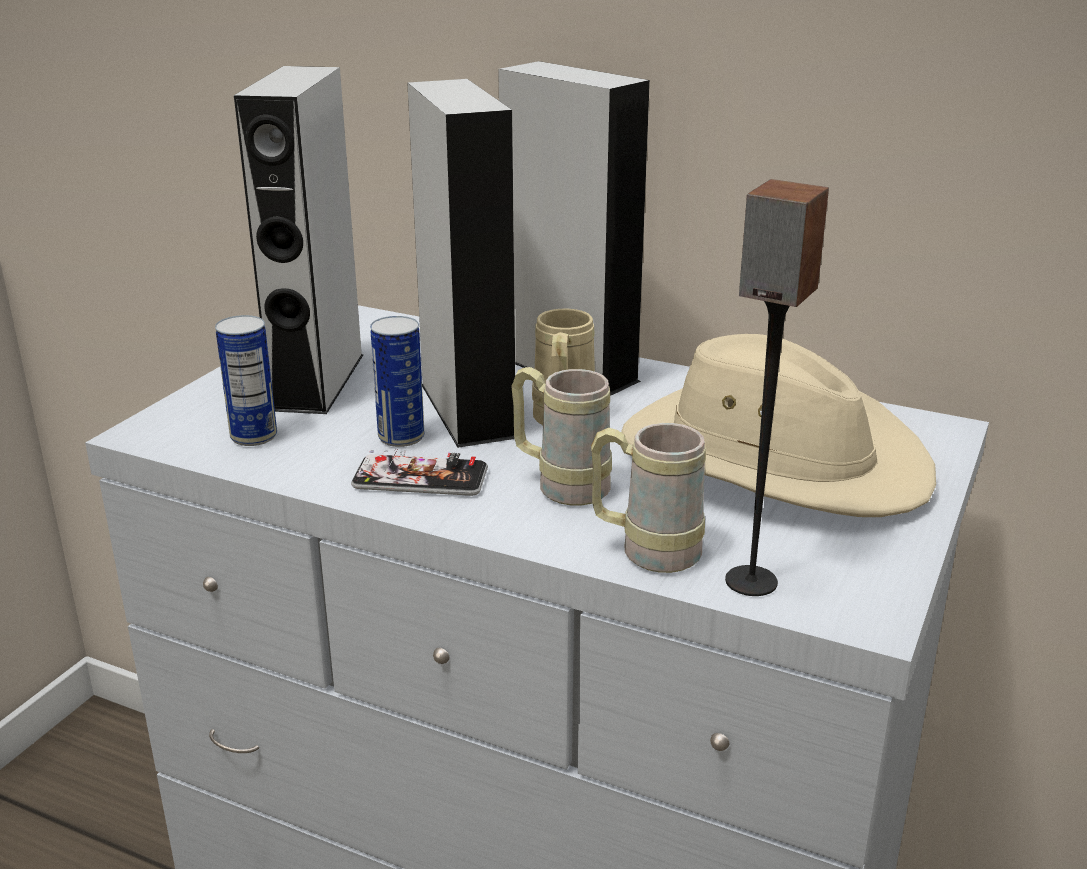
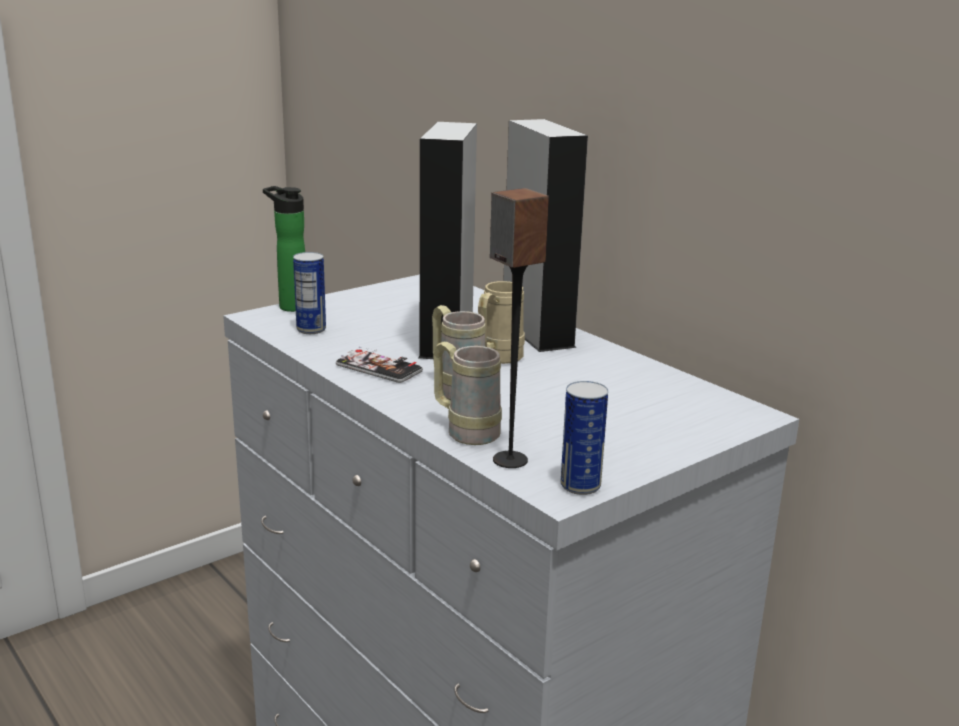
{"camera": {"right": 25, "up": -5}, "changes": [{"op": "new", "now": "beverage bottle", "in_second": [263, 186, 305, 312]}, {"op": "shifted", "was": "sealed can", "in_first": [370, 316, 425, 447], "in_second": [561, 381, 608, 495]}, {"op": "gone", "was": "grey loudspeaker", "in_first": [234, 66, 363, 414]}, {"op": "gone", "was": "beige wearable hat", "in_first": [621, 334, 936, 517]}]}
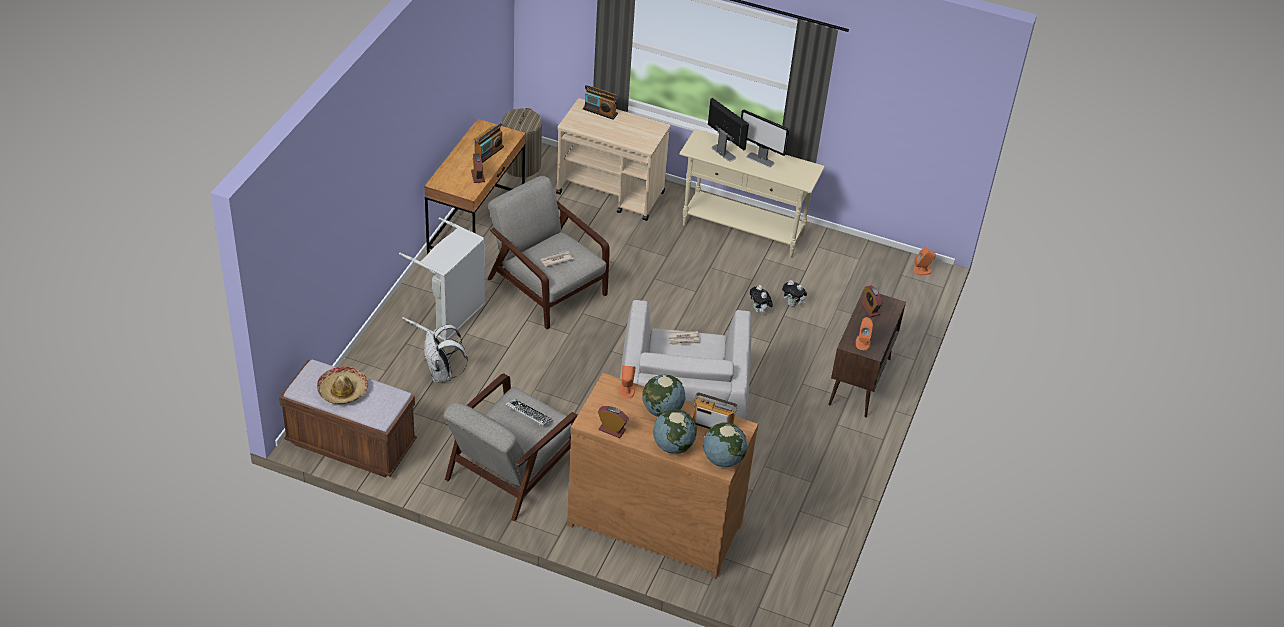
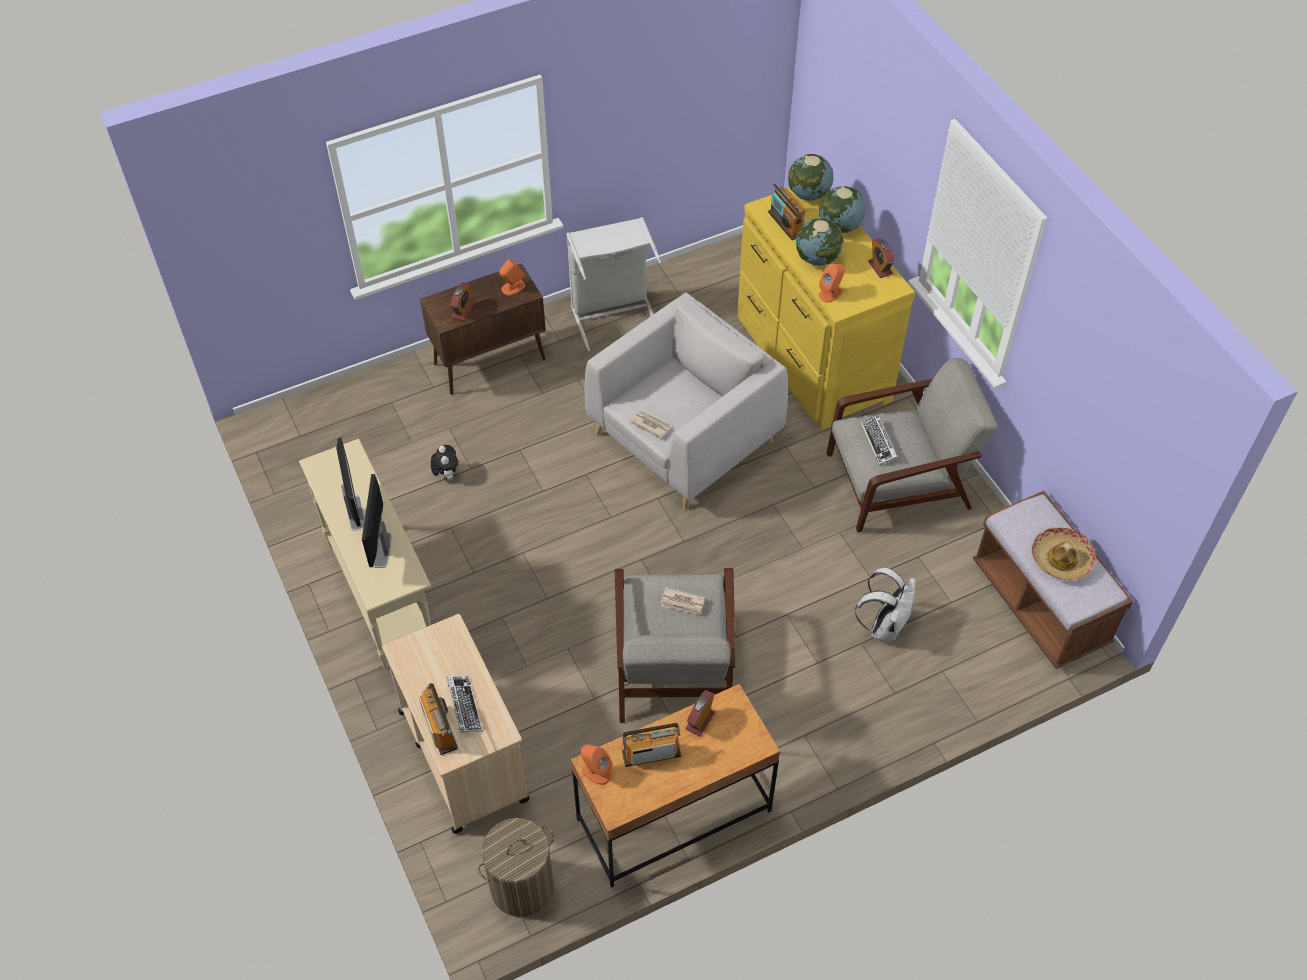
{"camera": {"right": -135, "up": 10}, "changes": [{"op": "new", "now": "computer keyboard", "in_second": [447, 675, 483, 733]}, {"op": "shifted", "was": "grey hamper", "in_first": [399, 217, 485, 340], "in_second": [566, 217, 661, 351]}, {"op": "shifted", "was": "orangey loudspeaker", "in_first": [913, 248, 936, 275], "in_second": [581, 745, 612, 785]}, {"op": "repainted", "was": "brown-coloured dresser", "now": "yellowish dresser", "in_first": [567, 373, 758, 578], "in_second": [737, 188, 915, 430]}, {"op": "gone", "was": "cuddly toy", "in_first": [750, 285, 773, 313]}]}
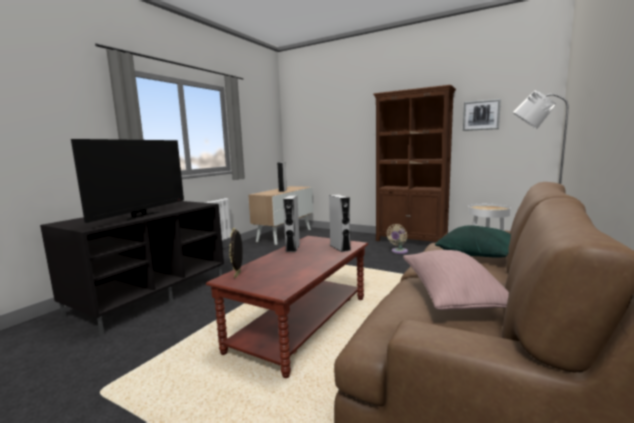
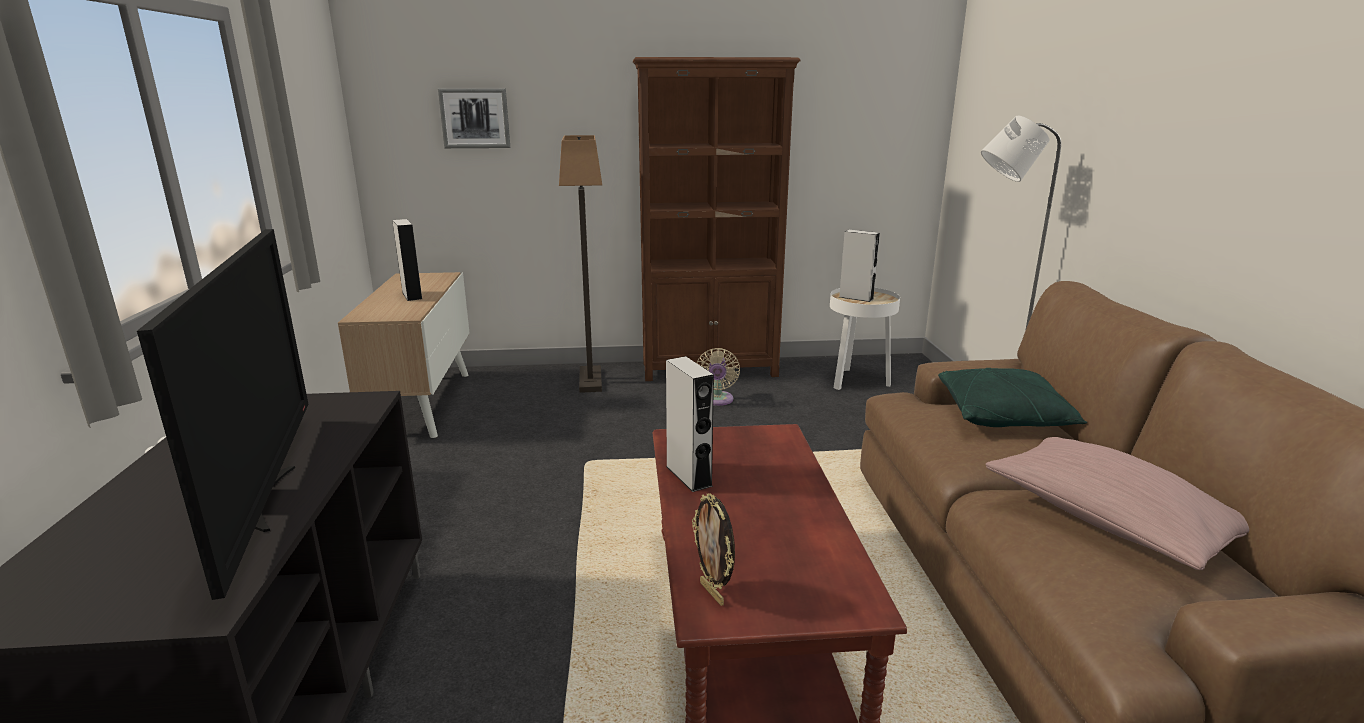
{"camera": {"right": -35, "up": 10}, "changes": [{"op": "shifted", "was": "wall picture", "in_first": [463, 99, 501, 131], "in_second": [438, 88, 510, 148]}, {"op": "new", "now": "standard lamp", "in_second": [559, 135, 602, 393]}, {"op": "shifted", "was": "grey loudspeaker", "in_first": [329, 194, 351, 252], "in_second": [839, 230, 880, 302]}]}
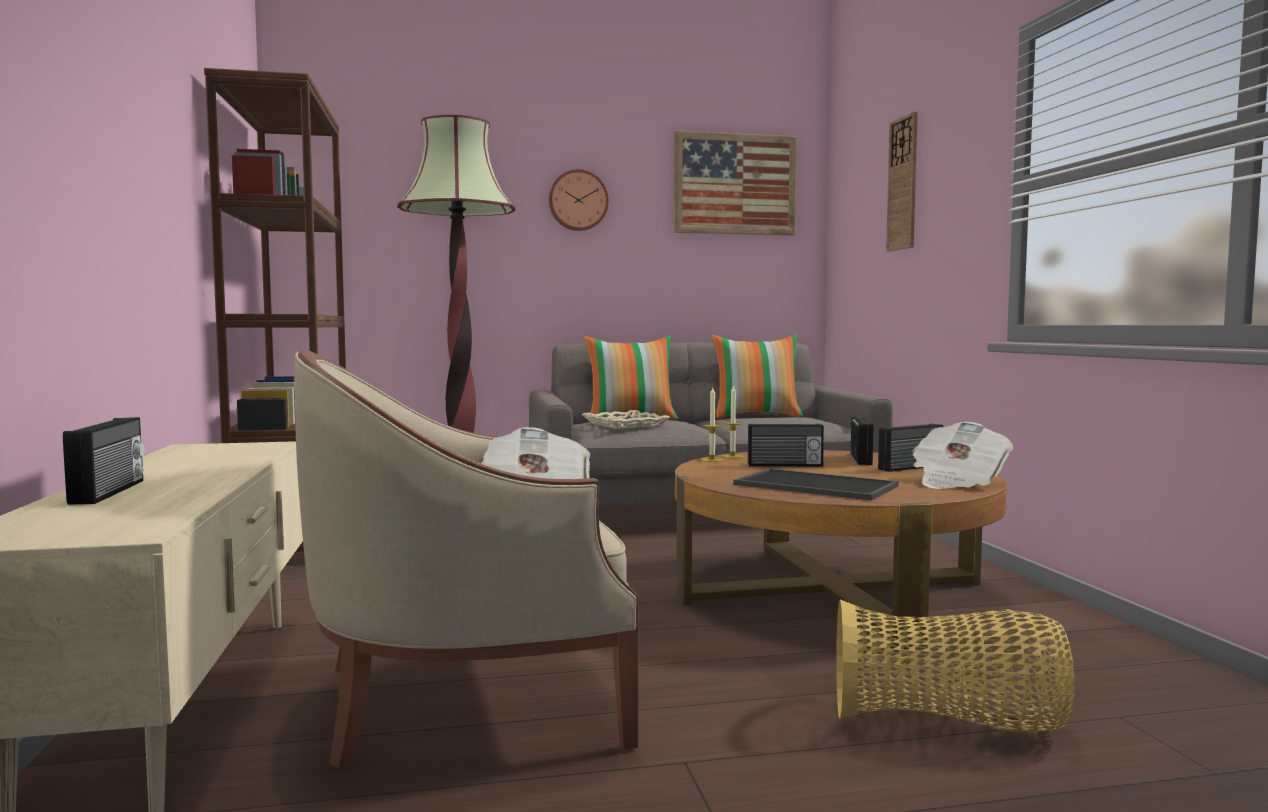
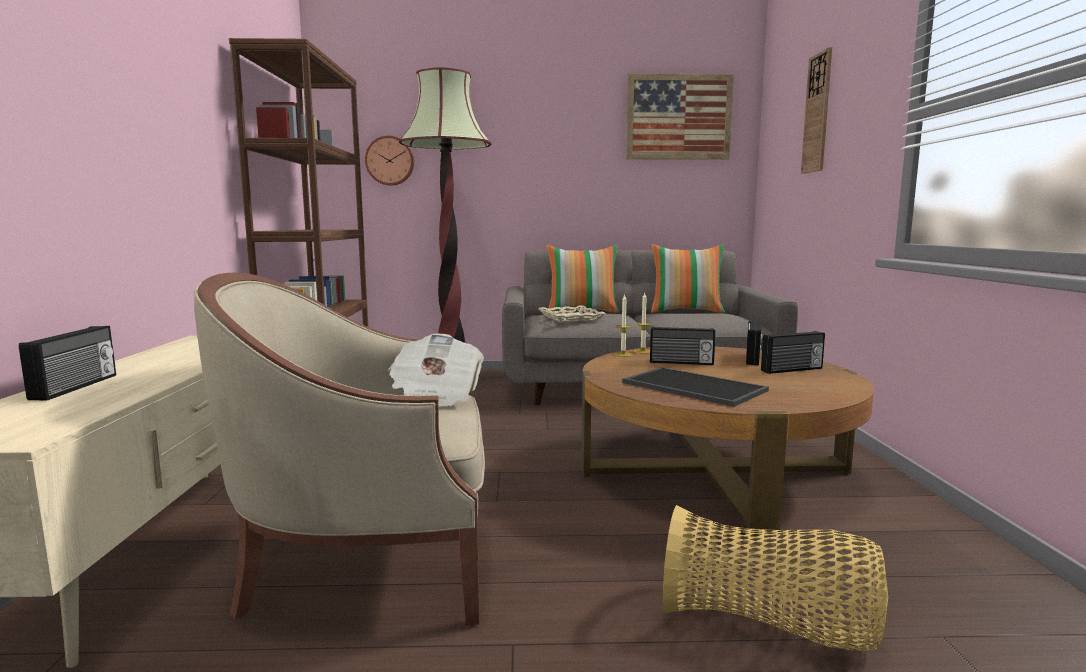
{"camera": {"right": 10, "up": 5}, "changes": [{"op": "shifted", "was": "hanging clock", "in_first": [549, 169, 609, 231], "in_second": [365, 136, 414, 186]}, {"op": "gone", "was": "daily paper", "in_first": [912, 422, 1013, 489]}]}
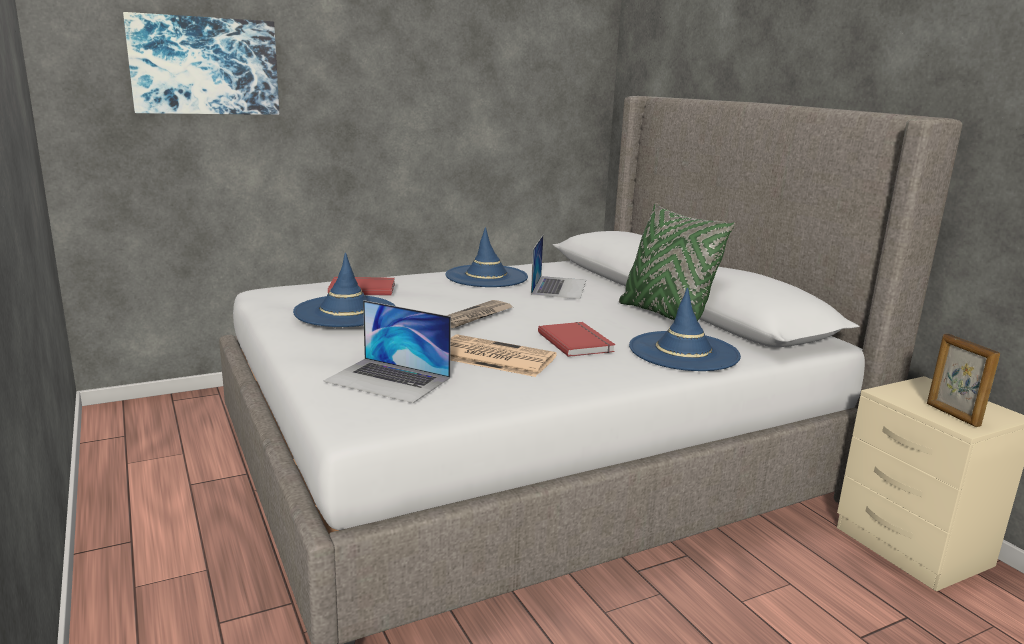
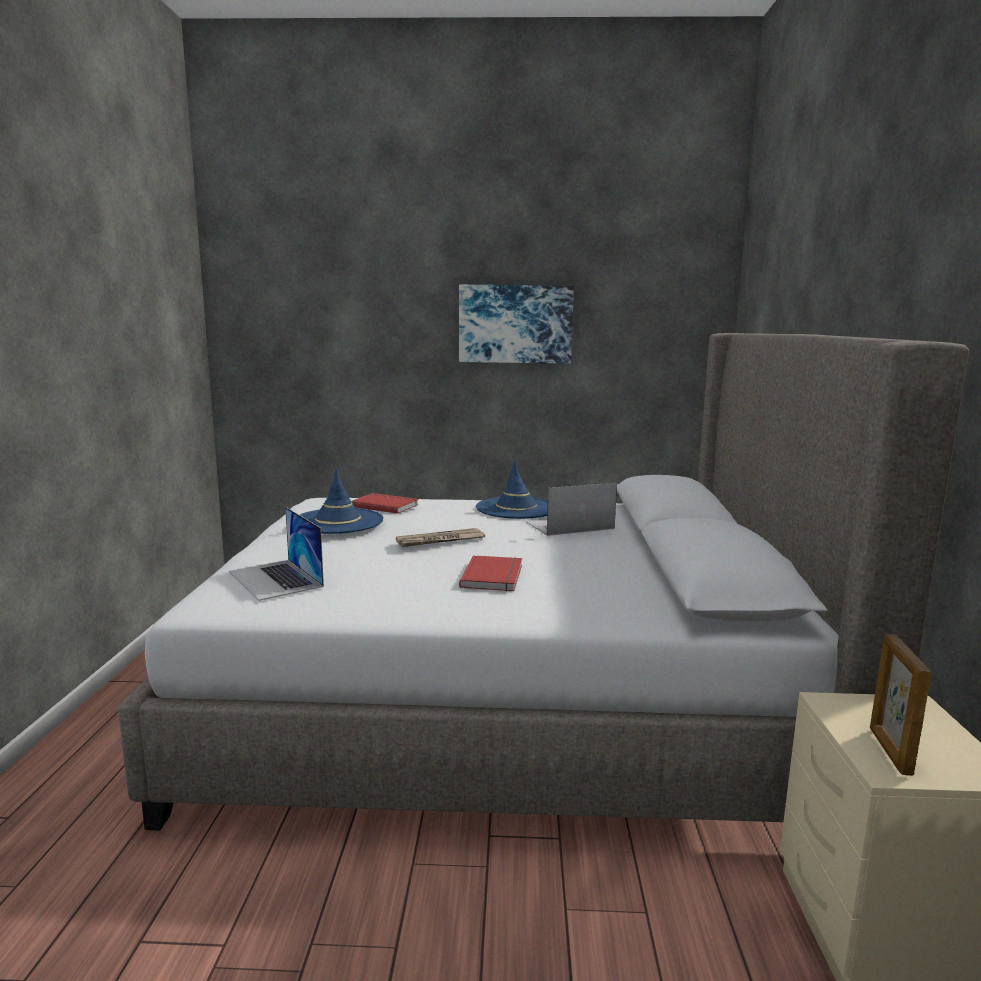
{"camera": {"right": 30, "up": -5}, "changes": [{"op": "shifted", "was": "wall picture", "in_first": [123, 12, 279, 115], "in_second": [459, 285, 574, 364]}, {"op": "rotated", "was": "notebook computer", "in_first": [531, 235, 586, 299], "in_second": [527, 483, 617, 536], "clockwise": -150}, {"op": "gone", "was": "daily paper", "in_first": [450, 335, 557, 377]}, {"op": "gone", "was": "green pillow", "in_first": [619, 203, 735, 321]}, {"op": "gone", "was": "blue wearable hat", "in_first": [629, 288, 741, 371]}]}
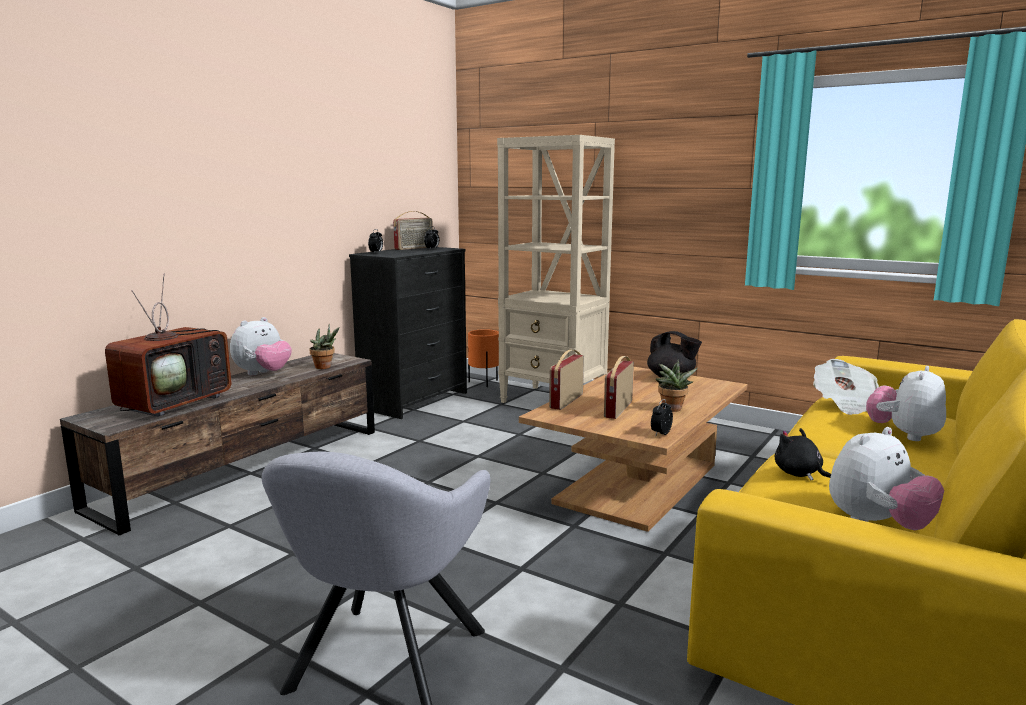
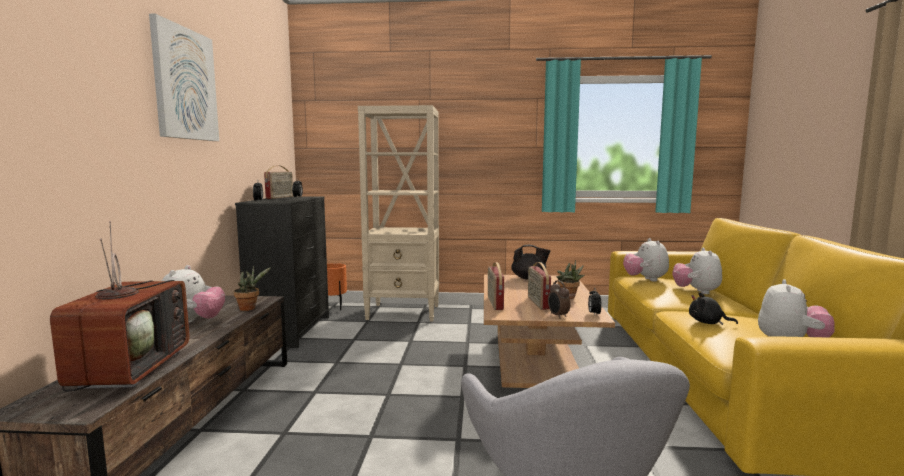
{"camera": {"right": -30, "up": -5}, "changes": [{"op": "new", "now": "wall picture", "in_second": [149, 14, 219, 141]}, {"op": "new", "now": "alarm clock", "in_second": [548, 280, 570, 319]}, {"op": "swapped", "was": "daily paper", "now": "cuddly toy", "in_first": [813, 359, 879, 415], "in_second": [623, 238, 669, 281]}]}
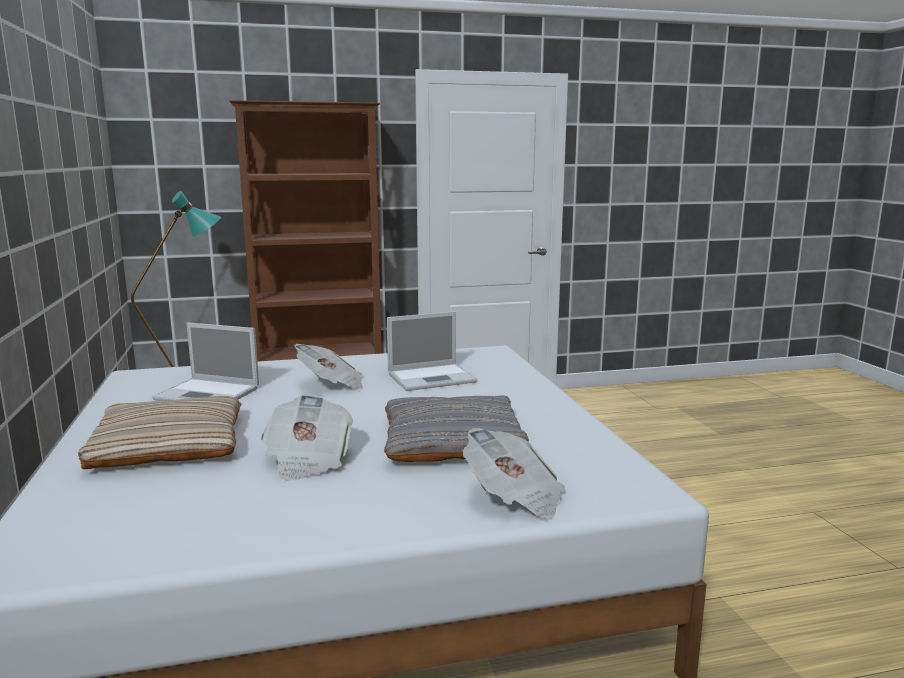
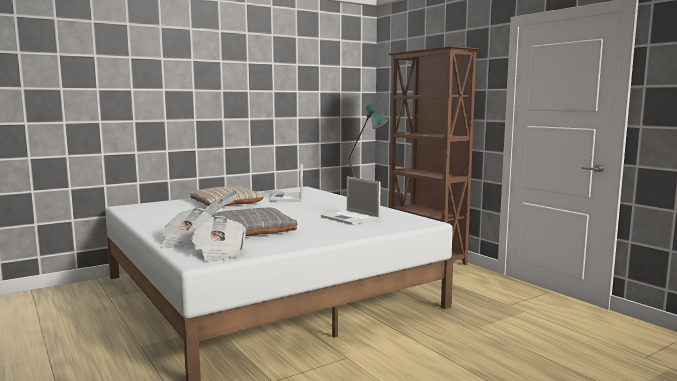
{"camera": {"right": 70, "up": -5}, "changes": [{"op": "shifted", "was": "daily paper", "in_first": [294, 344, 363, 389], "in_second": [191, 216, 246, 262]}]}
